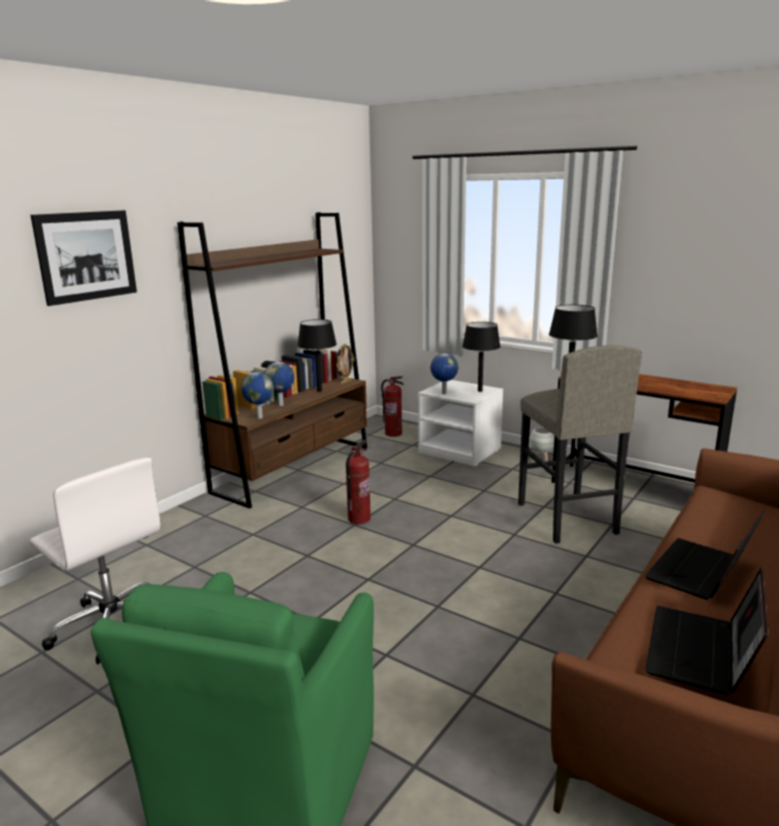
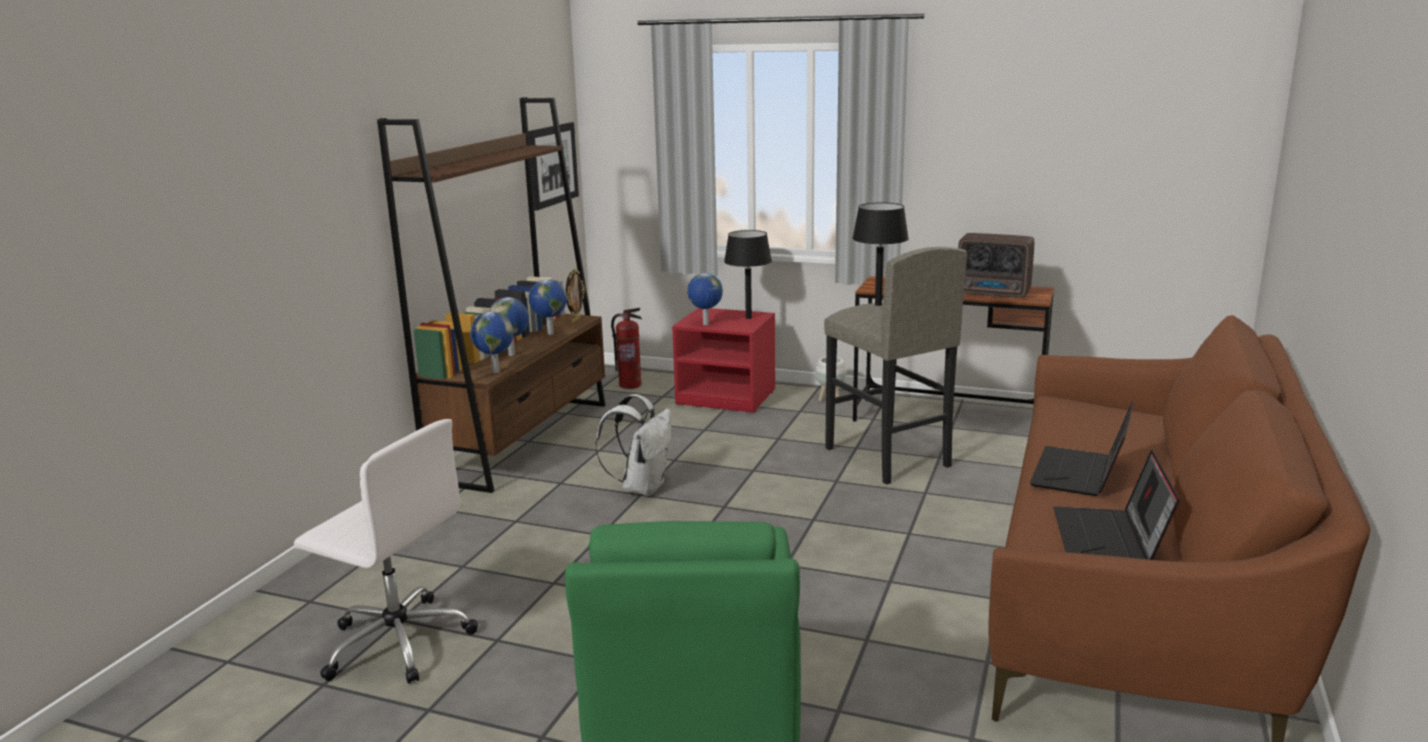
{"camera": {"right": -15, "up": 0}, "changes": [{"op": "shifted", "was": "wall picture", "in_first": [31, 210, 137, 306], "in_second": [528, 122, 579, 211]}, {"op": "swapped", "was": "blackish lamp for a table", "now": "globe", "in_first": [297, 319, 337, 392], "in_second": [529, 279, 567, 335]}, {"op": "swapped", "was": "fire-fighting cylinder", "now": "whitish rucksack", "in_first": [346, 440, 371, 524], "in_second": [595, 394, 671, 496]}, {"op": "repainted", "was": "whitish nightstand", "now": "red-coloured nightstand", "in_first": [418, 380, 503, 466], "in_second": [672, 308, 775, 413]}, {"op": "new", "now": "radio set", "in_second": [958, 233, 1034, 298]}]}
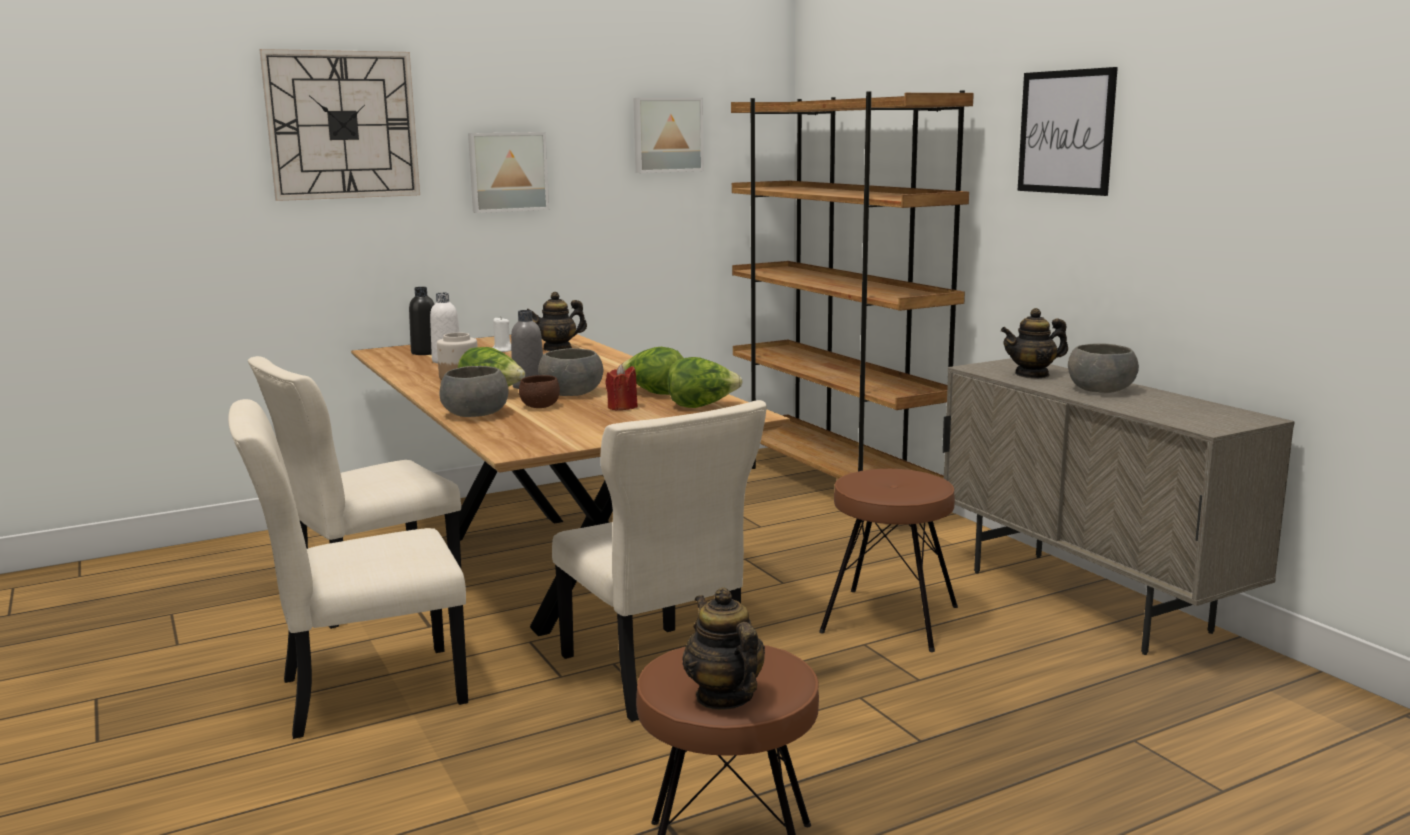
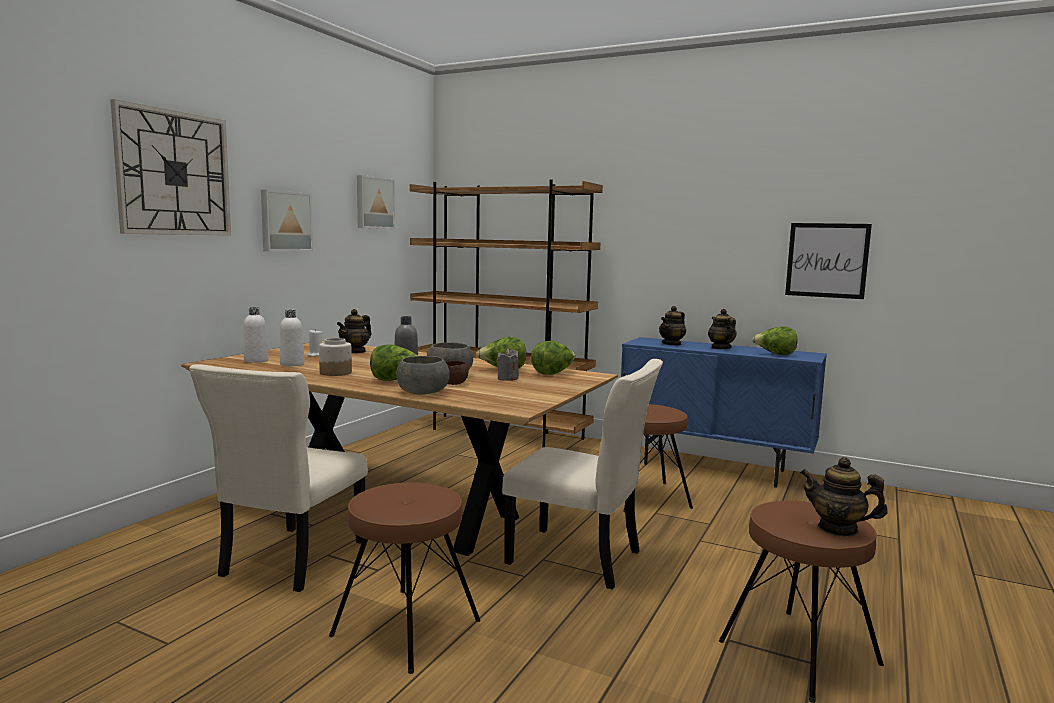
{"camera": {"right": -35, "up": -5}, "changes": [{"op": "repainted", "was": "blackish beverage bottle", "now": "whitish beverage bottle", "in_first": [409, 287, 434, 355], "in_second": [244, 307, 268, 363]}, {"op": "swapped", "was": "beige chair", "now": "brown-coloured stool", "in_first": [228, 399, 468, 739], "in_second": [329, 482, 481, 674]}, {"op": "repainted", "was": "red-coloured candle", "now": "grey candle", "in_first": [605, 364, 638, 411], "in_second": [497, 348, 519, 381]}, {"op": "repainted", "was": "beige cupboard", "now": "blue cupboard", "in_first": [942, 358, 1295, 655], "in_second": [621, 337, 827, 488]}, {"op": "swapped", "was": "grey serving bowl", "now": "pot for tea", "in_first": [1068, 343, 1139, 393], "in_second": [708, 309, 736, 349]}, {"op": "new", "now": "head of lettuce", "in_second": [752, 326, 798, 355]}, {"op": "shifted", "was": "wall picture", "in_first": [1018, 67, 1118, 196], "in_second": [785, 223, 872, 299]}]}
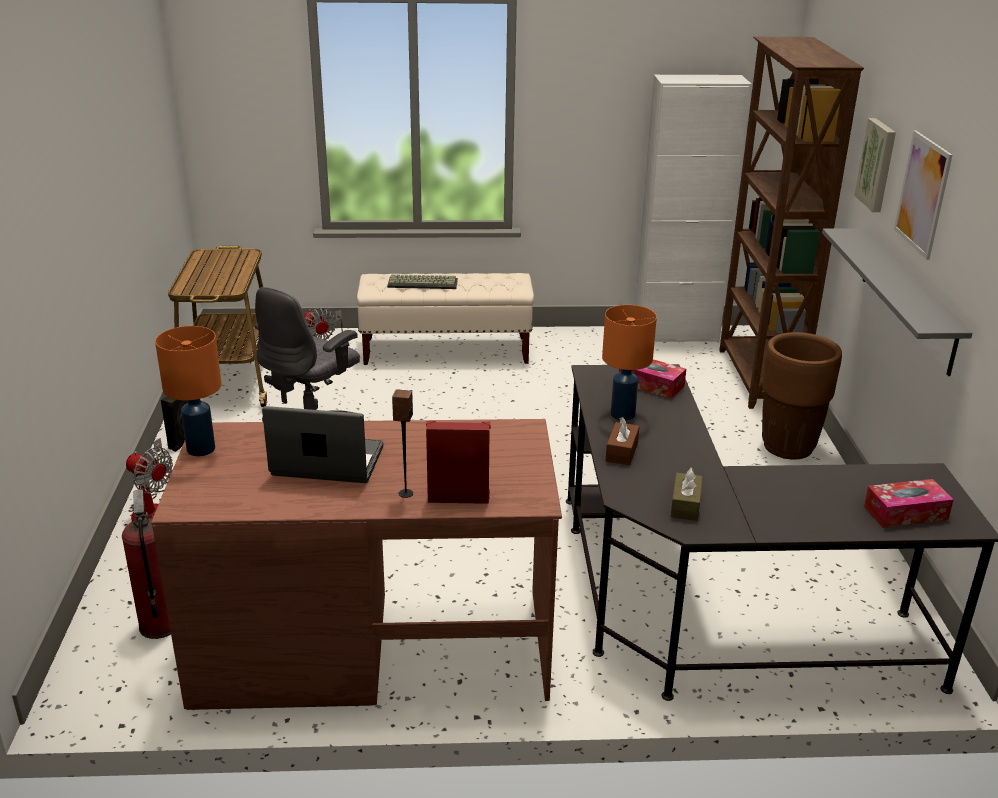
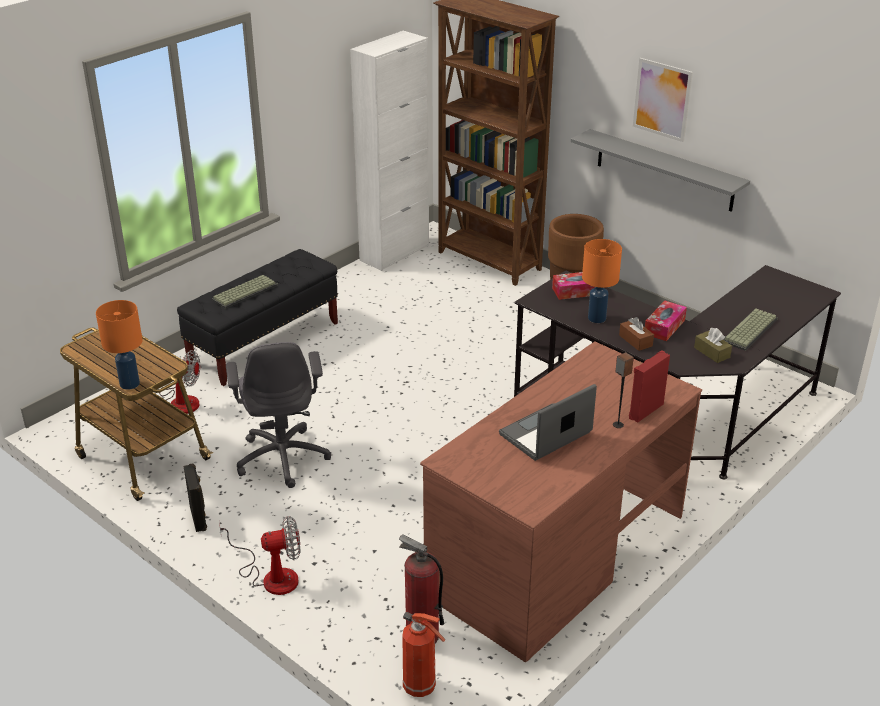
{"camera": {"right": -45, "up": 5}, "changes": [{"op": "shifted", "was": "orangey lamp for a table", "in_first": [155, 326, 222, 456], "in_second": [96, 300, 143, 390]}, {"op": "repainted", "was": "beige bench", "now": "blackish bench", "in_first": [357, 273, 534, 365], "in_second": [177, 249, 338, 386]}, {"op": "new", "now": "fire-fighting cylinder", "in_second": [402, 612, 445, 697]}, {"op": "shifted", "was": "box of tissues", "in_first": [864, 479, 954, 528], "in_second": [645, 300, 687, 341]}, {"op": "new", "now": "computer keyboard", "in_second": [723, 309, 778, 351]}, {"op": "gone", "was": "wall picture", "in_first": [854, 118, 896, 212]}]}
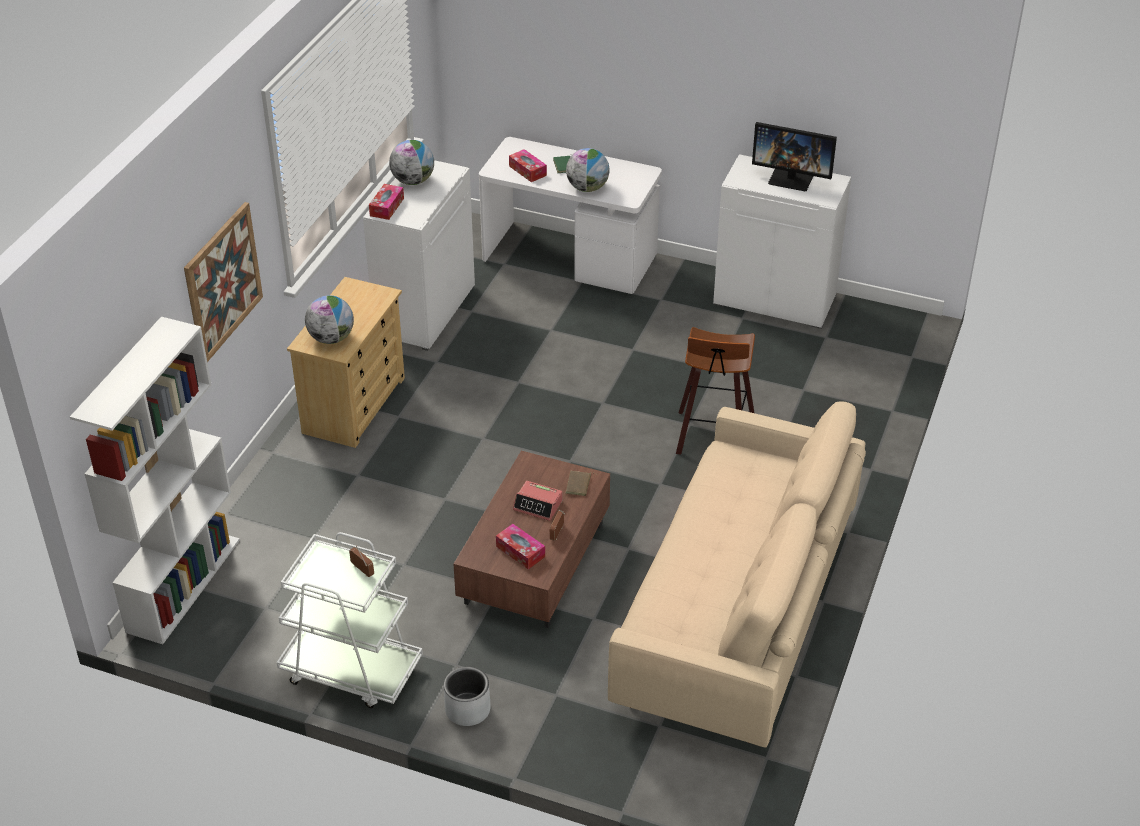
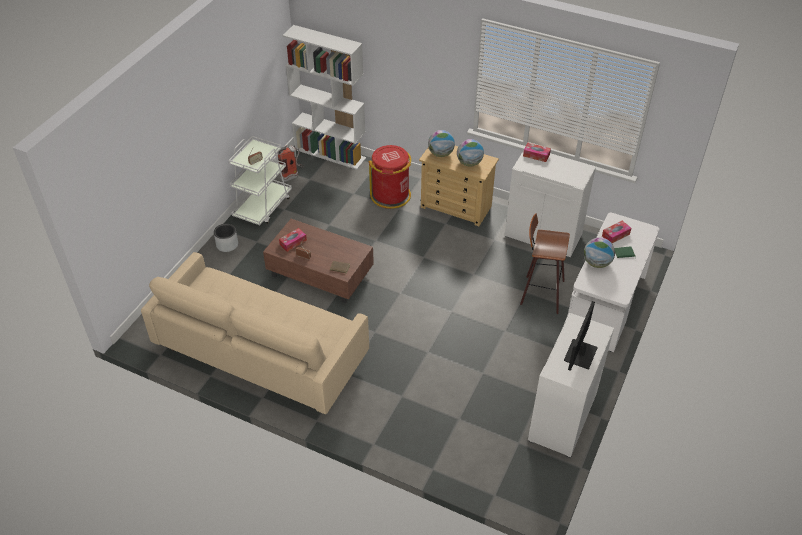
{"camera": {"right": 95, "up": 5}, "changes": [{"op": "new", "now": "fire-fighting cylinder", "in_second": [278, 145, 304, 182]}, {"op": "new", "now": "red-coloured trash can", "in_second": [369, 145, 411, 209]}, {"op": "shifted", "was": "globe", "in_first": [389, 140, 434, 185], "in_second": [457, 139, 484, 166]}, {"op": "shifted", "was": "stool", "in_first": [676, 327, 755, 455], "in_second": [520, 213, 570, 314]}, {"op": "gone", "was": "wall picture", "in_first": [184, 202, 263, 362]}, {"op": "gone", "was": "alarm clock", "in_first": [513, 481, 563, 521]}]}
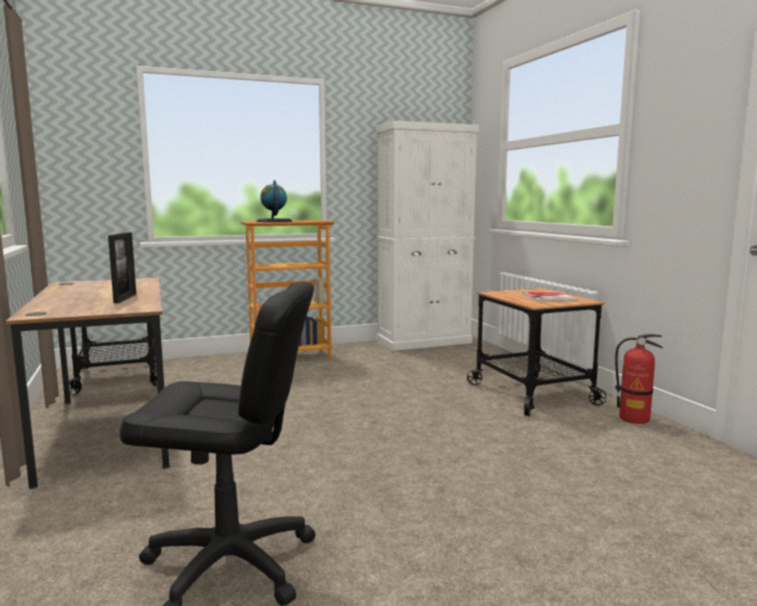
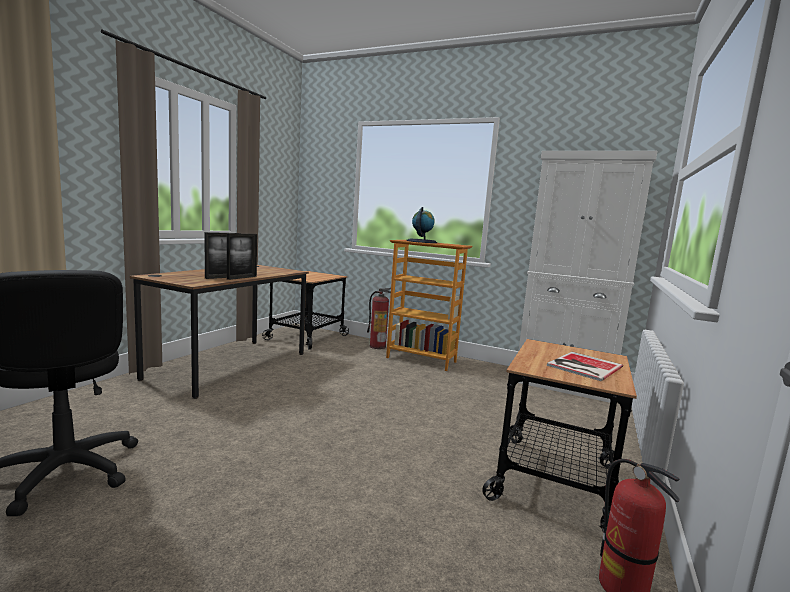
{"camera": {"right": 45, "up": 0}, "changes": [{"op": "new", "now": "picture frame", "in_second": [227, 234, 257, 280]}, {"op": "new", "now": "fire-fighting cylinder", "in_second": [367, 288, 391, 349]}]}
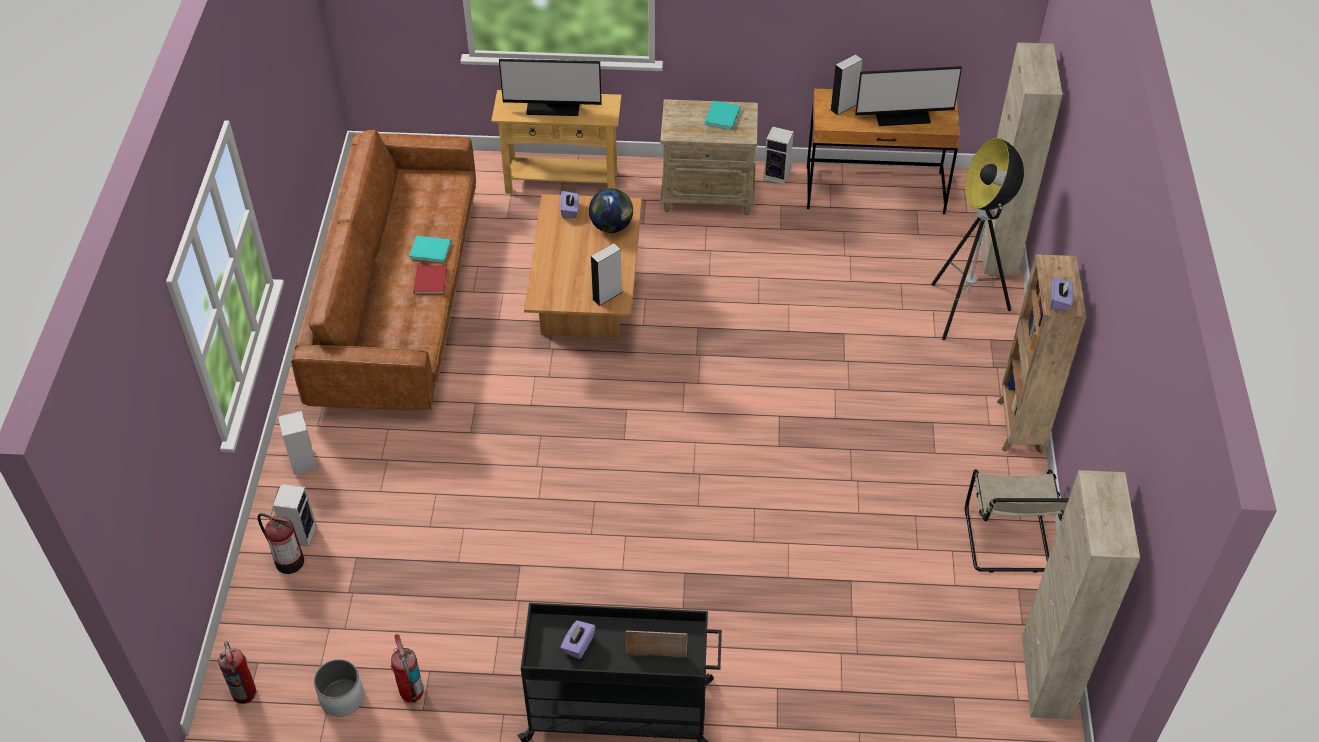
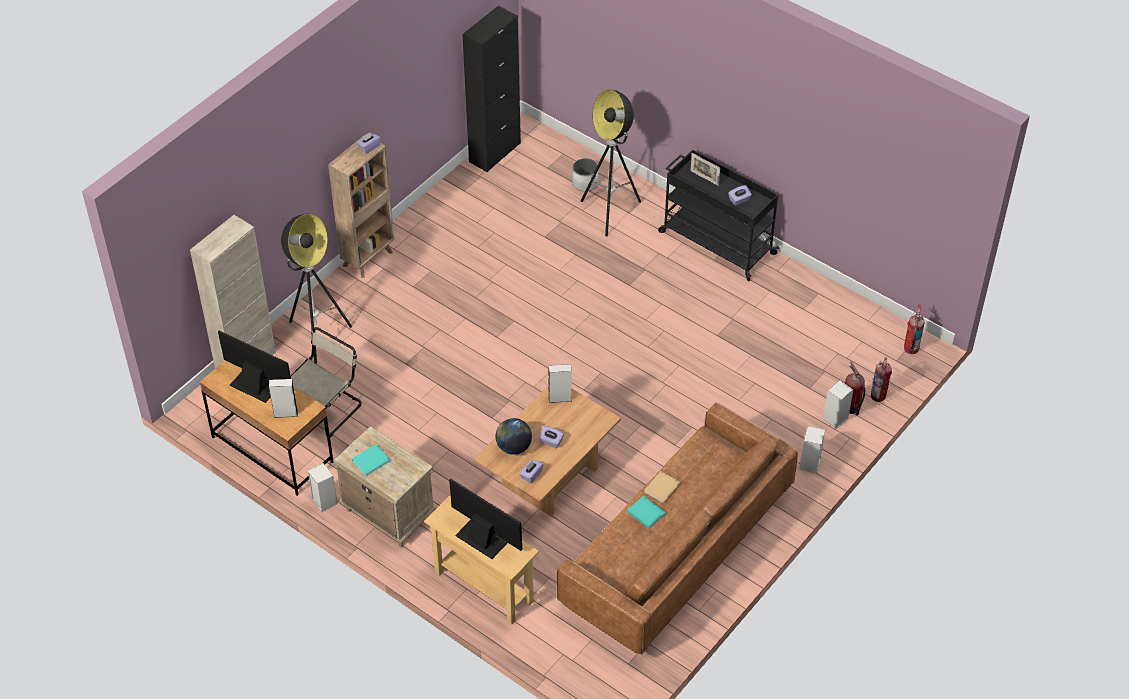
{"camera": {"right": -145, "up": 0}, "changes": [{"op": "shifted", "was": "beige chair", "in_first": [965, 469, 1069, 573], "in_second": [291, 327, 362, 437]}, {"op": "repainted", "was": "beige cupboard", "now": "blackish cupboard", "in_first": [1022, 470, 1140, 719], "in_second": [462, 6, 521, 172]}, {"op": "new", "now": "purple box of tissues", "in_second": [538, 426, 564, 448]}, {"op": "shifted", "was": "whitish plant pot", "in_first": [314, 659, 364, 717], "in_second": [572, 158, 598, 191]}, {"op": "new", "now": "standard lamp", "in_second": [581, 89, 641, 236]}, {"op": "repainted", "was": "red-coloured book", "now": "beige book", "in_first": [413, 265, 447, 294], "in_second": [645, 471, 681, 504]}, {"op": "shifted", "was": "fire-fighting cylinder", "in_first": [391, 634, 423, 703], "in_second": [871, 357, 892, 402]}]}
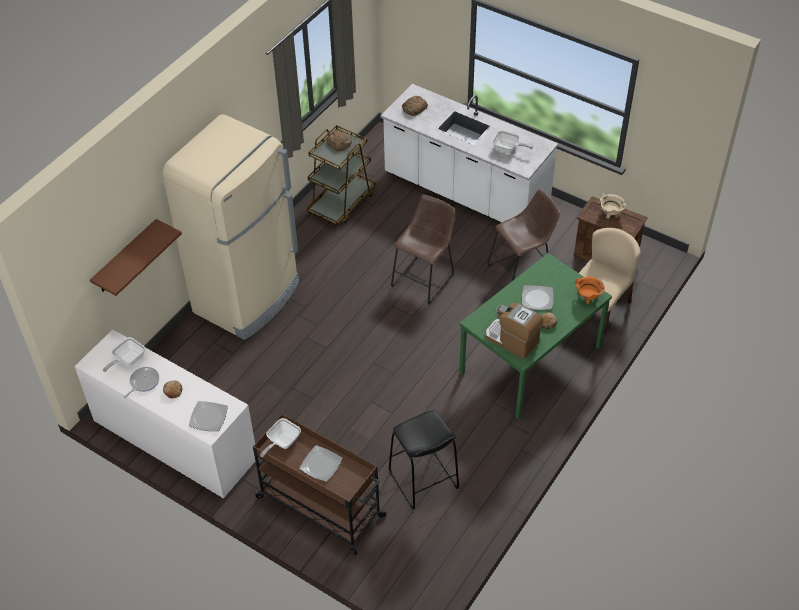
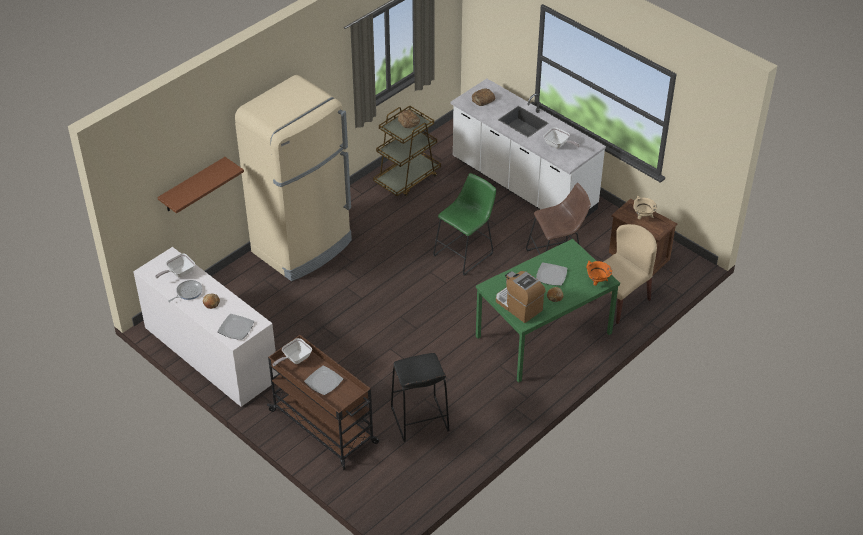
{"camera": {"right": 10, "up": -5}, "changes": [{"op": "repainted", "was": "brown-coloured stool", "now": "green stool", "in_first": [391, 194, 455, 305], "in_second": [433, 173, 496, 276]}]}
